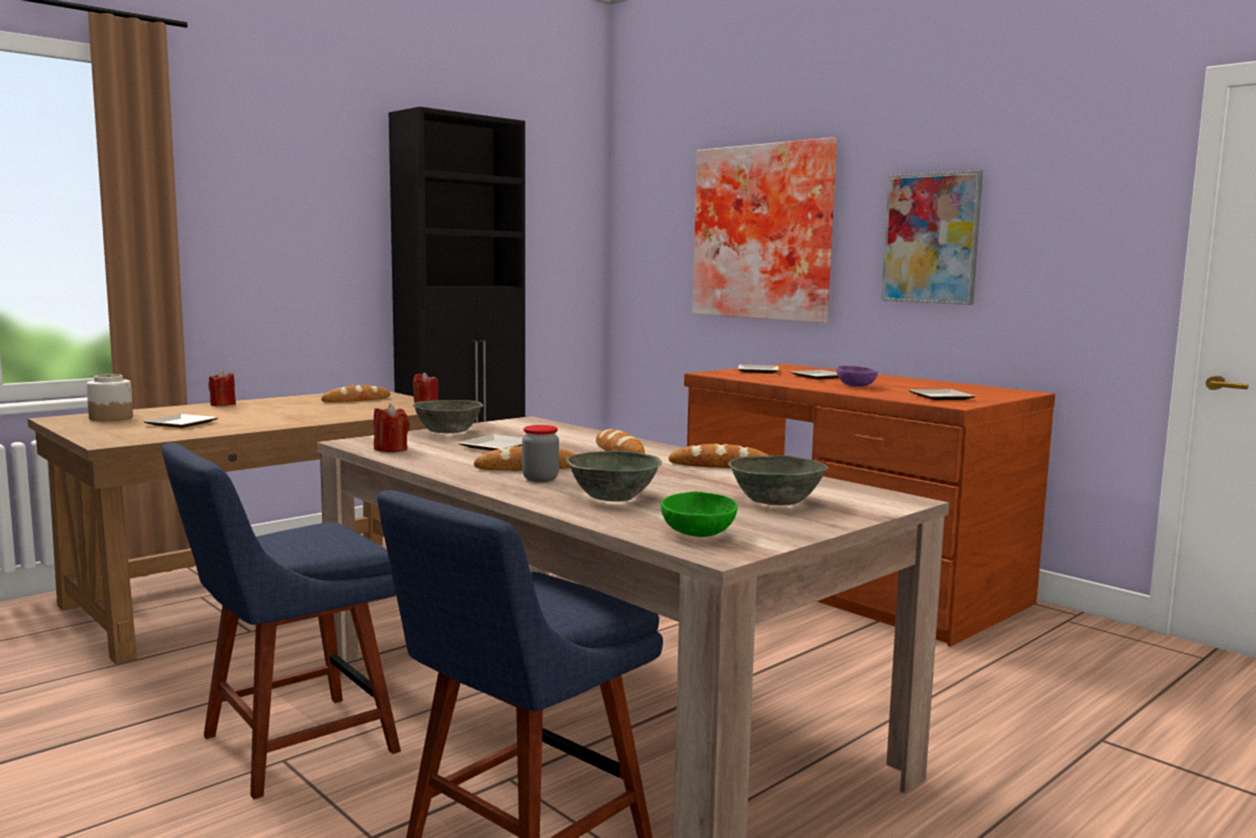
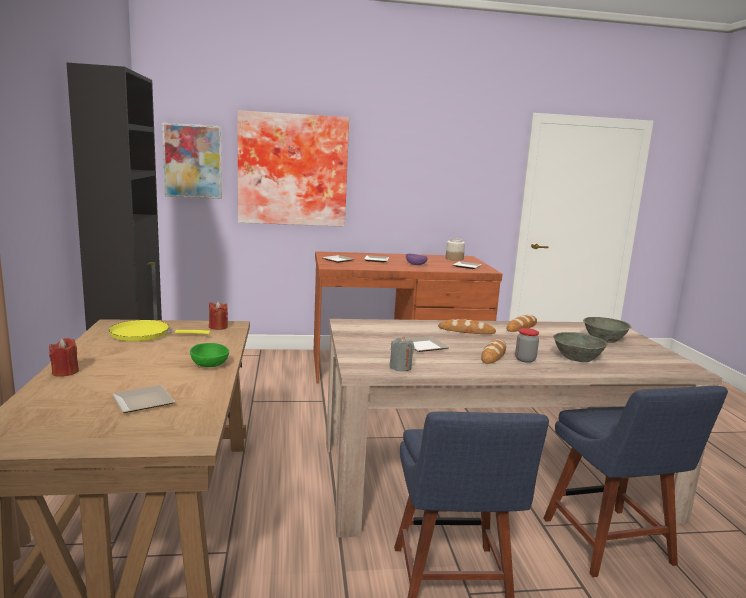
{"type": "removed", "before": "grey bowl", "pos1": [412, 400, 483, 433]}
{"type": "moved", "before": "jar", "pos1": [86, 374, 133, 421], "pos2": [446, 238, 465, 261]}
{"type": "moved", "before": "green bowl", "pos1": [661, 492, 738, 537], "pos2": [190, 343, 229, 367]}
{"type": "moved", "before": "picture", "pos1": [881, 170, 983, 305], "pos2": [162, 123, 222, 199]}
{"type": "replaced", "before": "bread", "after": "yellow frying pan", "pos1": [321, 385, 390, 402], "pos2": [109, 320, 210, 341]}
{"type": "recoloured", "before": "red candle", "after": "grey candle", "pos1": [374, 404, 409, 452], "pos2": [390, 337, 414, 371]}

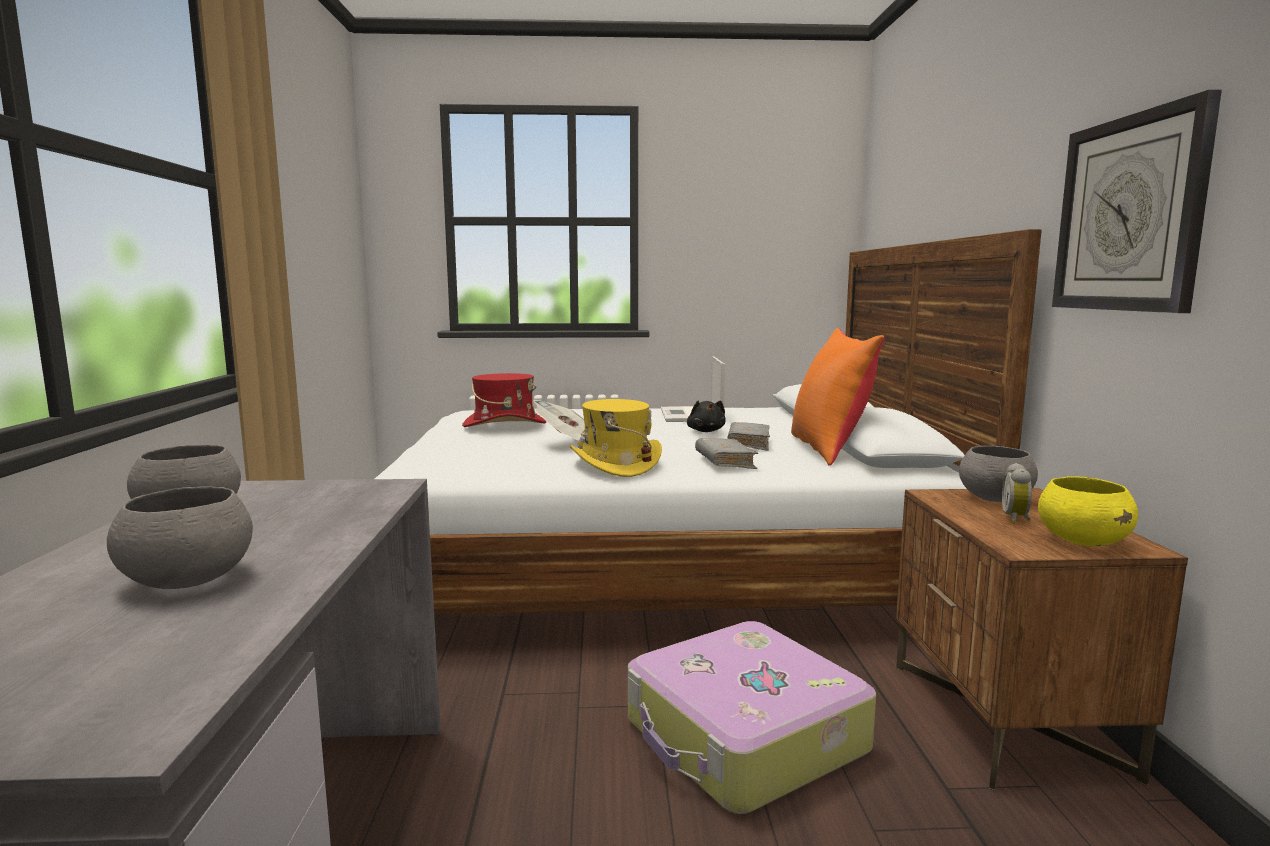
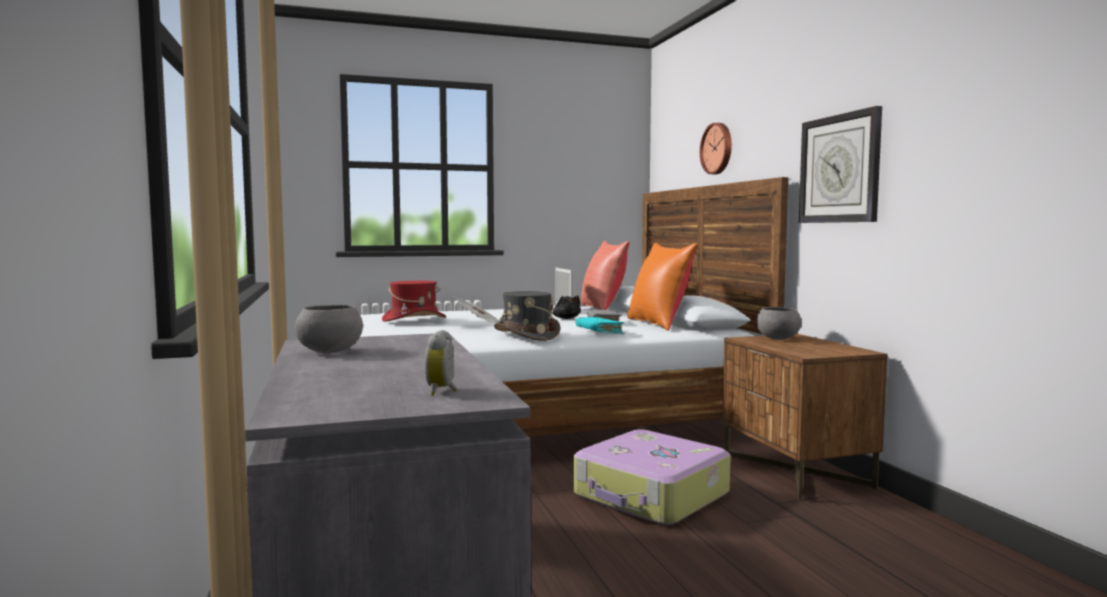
{"type": "removed", "before": "grey bowl", "pos1": [107, 486, 253, 589]}
{"type": "removed", "before": "yellow bowl", "pos1": [1038, 476, 1138, 546]}
{"type": "added", "after": "red pillow", "pos2": [581, 241, 630, 310]}
{"type": "added", "after": "wall clock", "pos2": [700, 123, 732, 174]}
{"type": "moved", "before": "alarm clock", "pos1": [1002, 463, 1032, 524], "pos2": [425, 330, 457, 396]}
{"type": "recoloured", "before": "yellow hat", "after": "grey hat", "pos1": [570, 399, 662, 477], "pos2": [494, 291, 561, 341]}
{"type": "recoloured", "before": "grey book", "after": "turquoise book", "pos1": [695, 438, 758, 469], "pos2": [576, 317, 625, 334]}

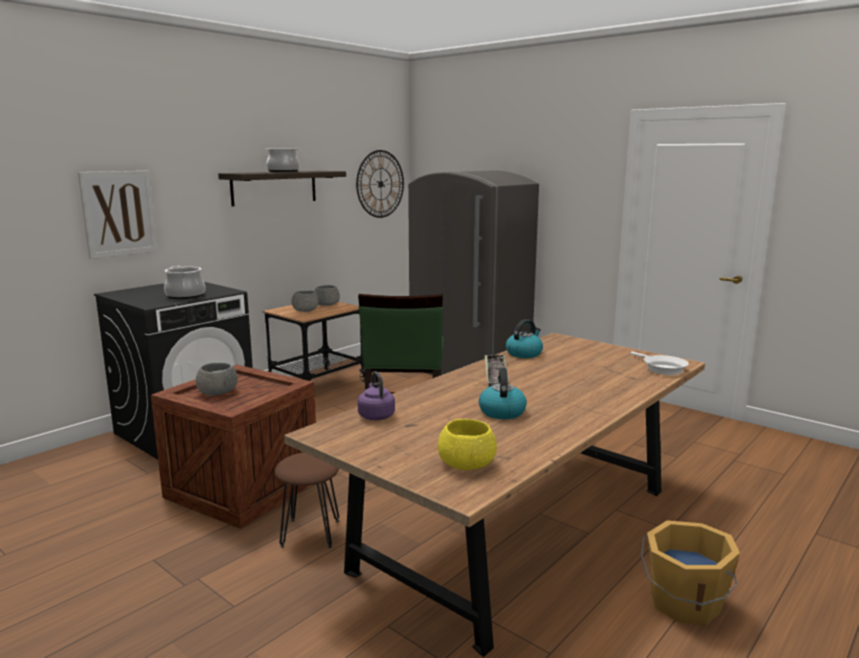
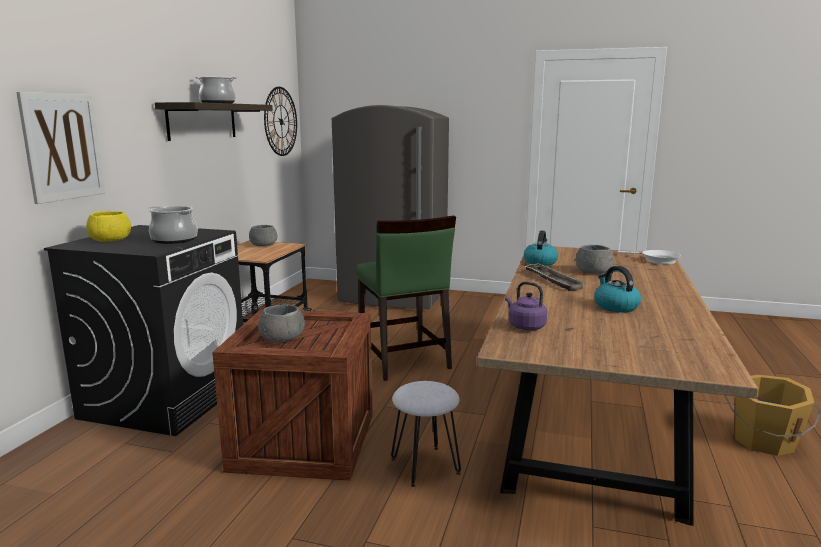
{"type": "moved", "before": "grey bowl", "pos1": [291, 290, 319, 312], "pos2": [575, 245, 614, 274]}
{"type": "moved", "before": "yellow bowl", "pos1": [438, 419, 497, 470], "pos2": [86, 211, 131, 242]}
{"type": "recoloured", "before": "brown stool", "after": "white stool", "pos1": [275, 453, 339, 548], "pos2": [391, 381, 461, 487]}

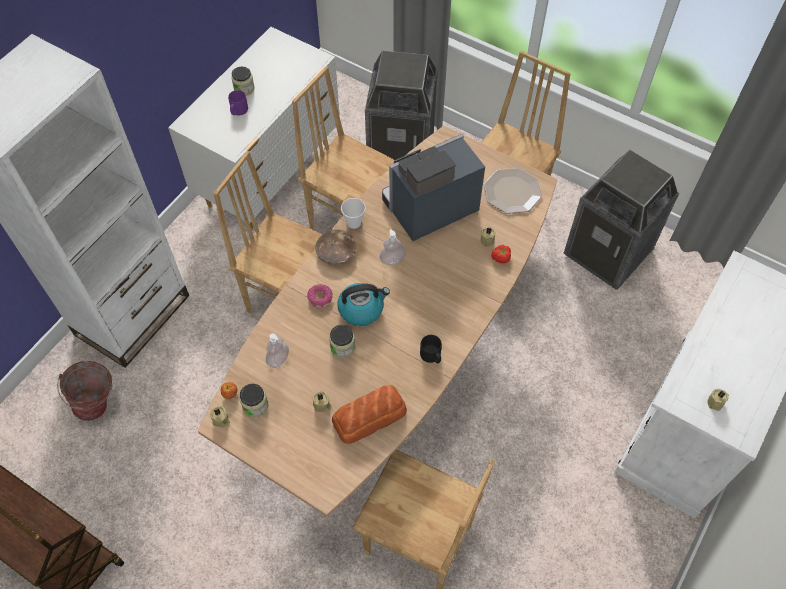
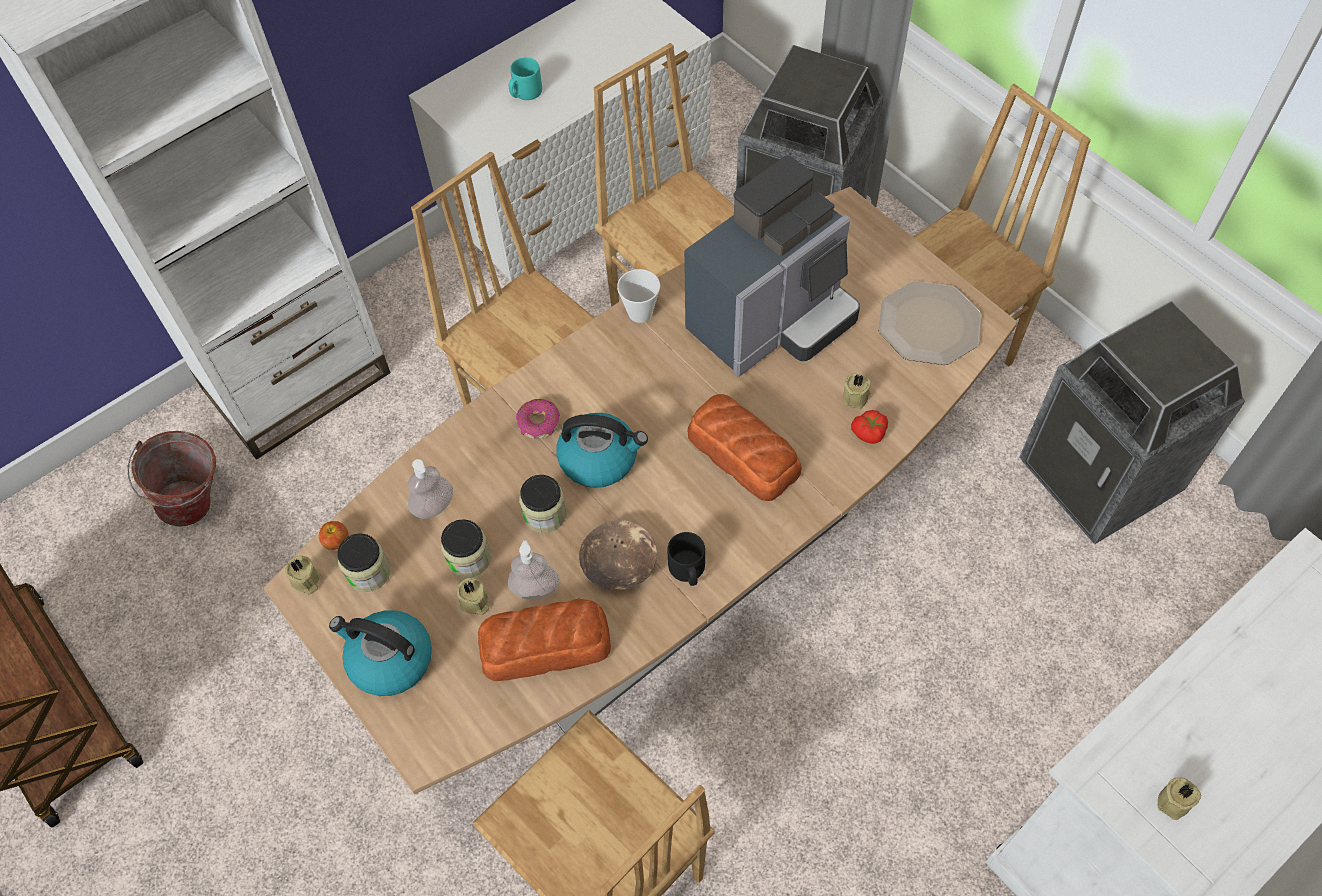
{"type": "added", "after": "kettle", "pos2": [329, 610, 432, 696]}
{"type": "added", "after": "bread", "pos2": [687, 394, 802, 501]}
{"type": "moved", "before": "jar", "pos1": [231, 67, 255, 96], "pos2": [441, 519, 491, 578]}
{"type": "moved", "before": "brown bowl", "pos1": [315, 230, 356, 264], "pos2": [579, 520, 657, 590]}
{"type": "moved", "before": "soap dispenser", "pos1": [379, 229, 406, 265], "pos2": [508, 540, 559, 600]}
{"type": "recoloured", "before": "purple mug", "after": "turquoise mug", "pos1": [228, 90, 248, 115], "pos2": [509, 57, 542, 100]}
{"type": "turned", "before": "coffee machine", "pos1": [382, 134, 485, 241], "pos2": [684, 155, 860, 377], "turn": 150}

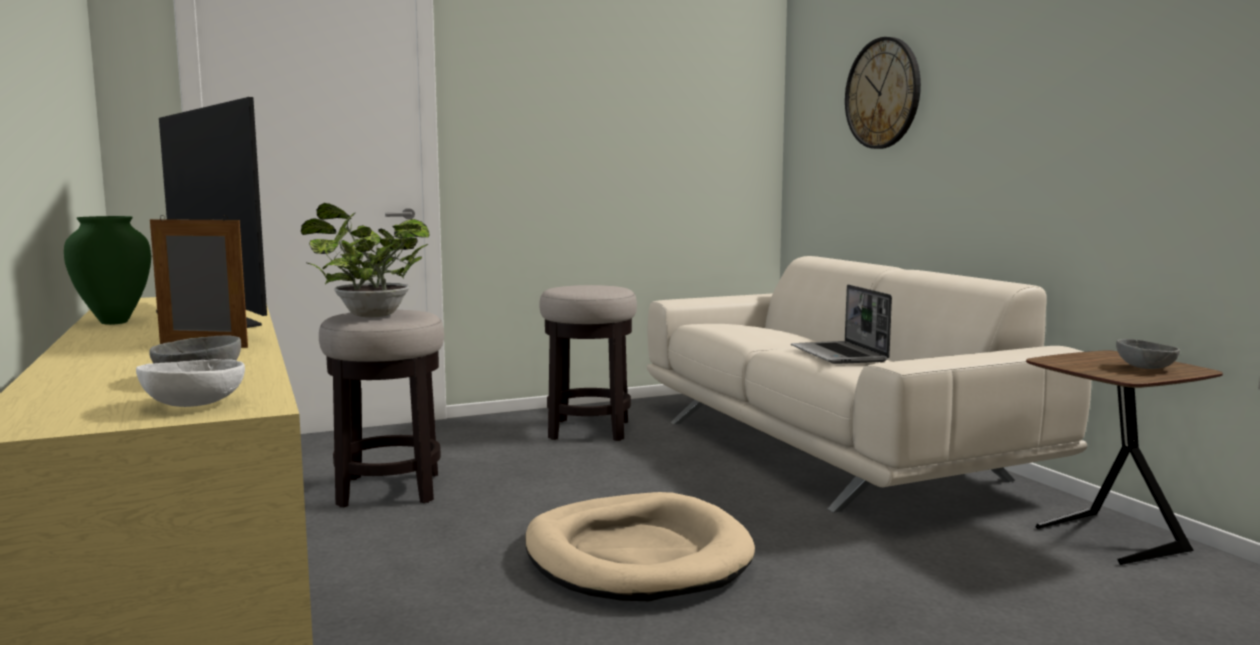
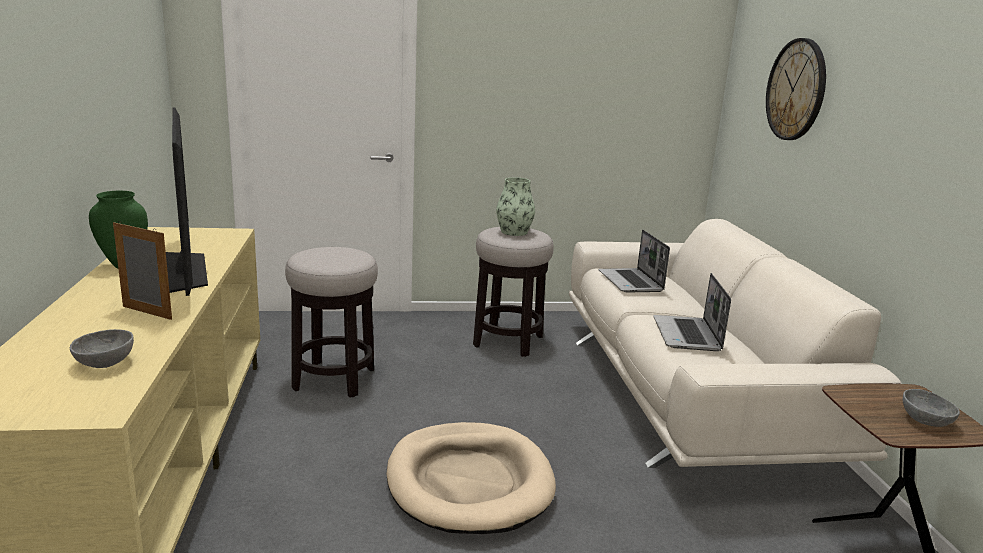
{"type": "removed", "before": "white bowl", "pos1": [136, 359, 245, 407]}
{"type": "removed", "before": "potted plant", "pos1": [301, 203, 429, 318]}
{"type": "added", "after": "vase", "pos2": [496, 177, 535, 236]}
{"type": "added", "after": "laptop", "pos2": [599, 230, 670, 293]}

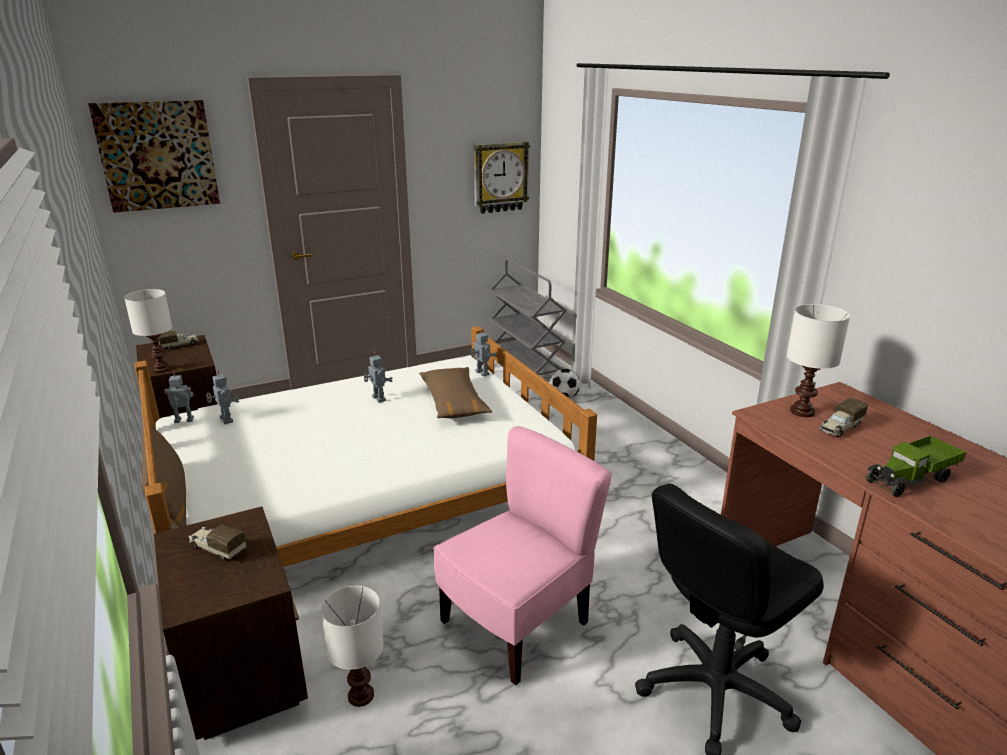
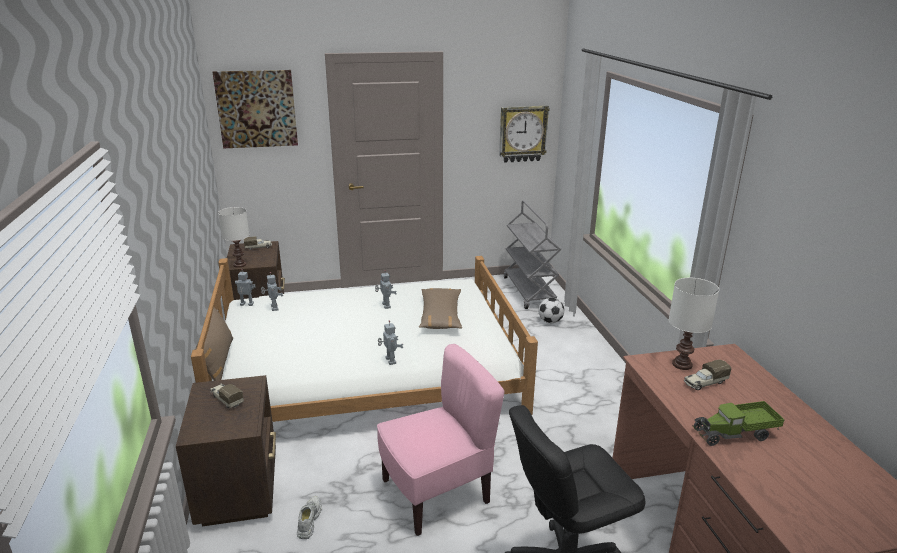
{"type": "moved", "before": "toy robot", "pos1": [471, 329, 497, 376], "pos2": [378, 320, 403, 365]}
{"type": "replaced", "before": "white table lamp", "after": "white shoe", "pos1": [321, 586, 384, 707], "pos2": [297, 496, 322, 539]}

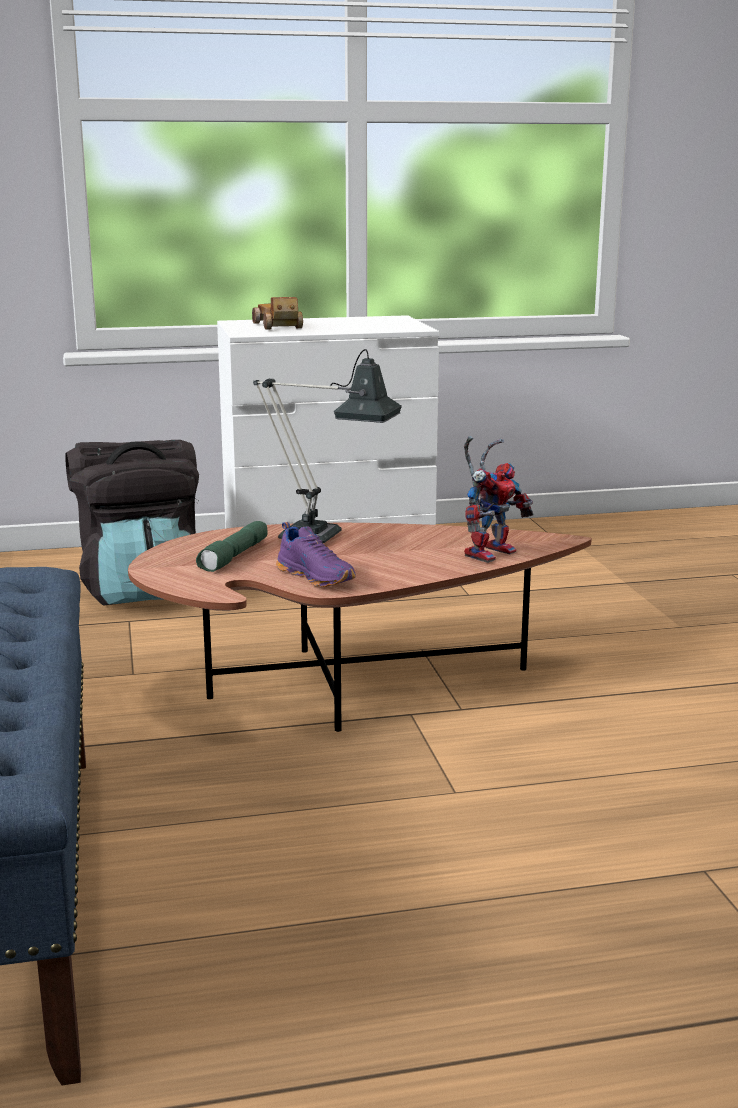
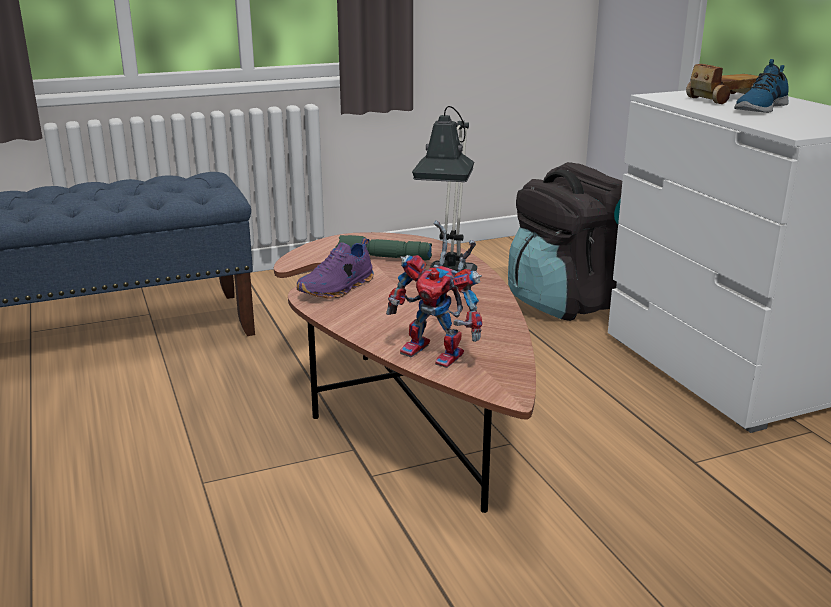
{"type": "added", "after": "shoe", "pos2": [734, 59, 789, 113]}

